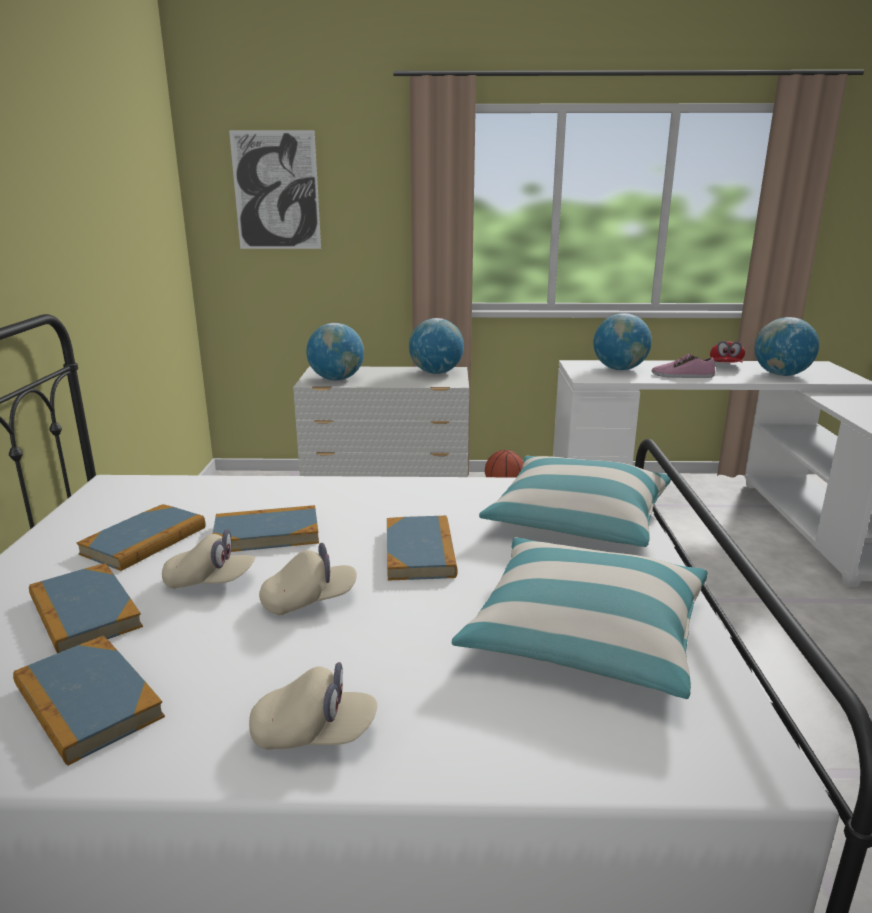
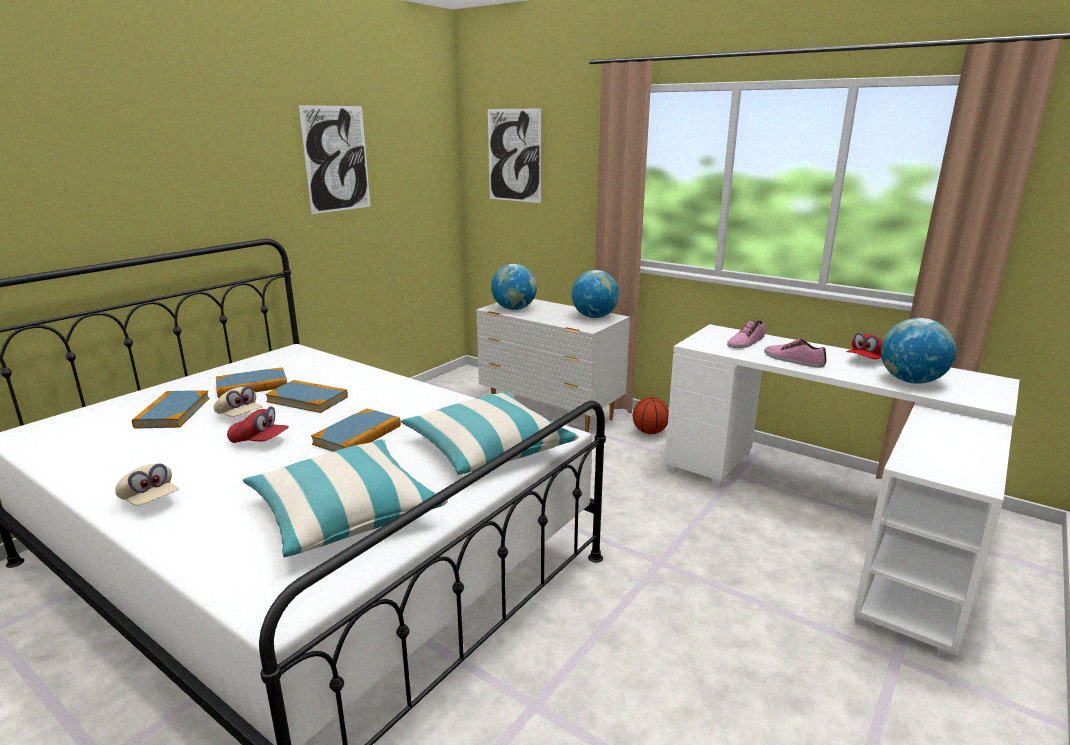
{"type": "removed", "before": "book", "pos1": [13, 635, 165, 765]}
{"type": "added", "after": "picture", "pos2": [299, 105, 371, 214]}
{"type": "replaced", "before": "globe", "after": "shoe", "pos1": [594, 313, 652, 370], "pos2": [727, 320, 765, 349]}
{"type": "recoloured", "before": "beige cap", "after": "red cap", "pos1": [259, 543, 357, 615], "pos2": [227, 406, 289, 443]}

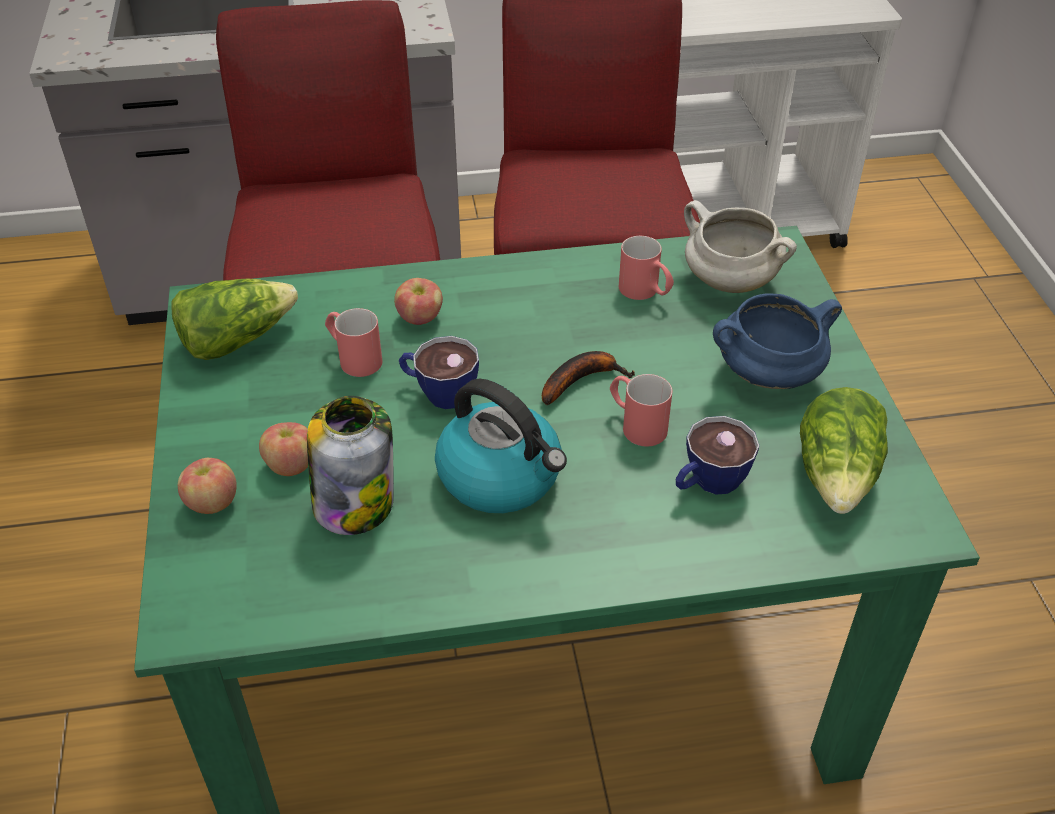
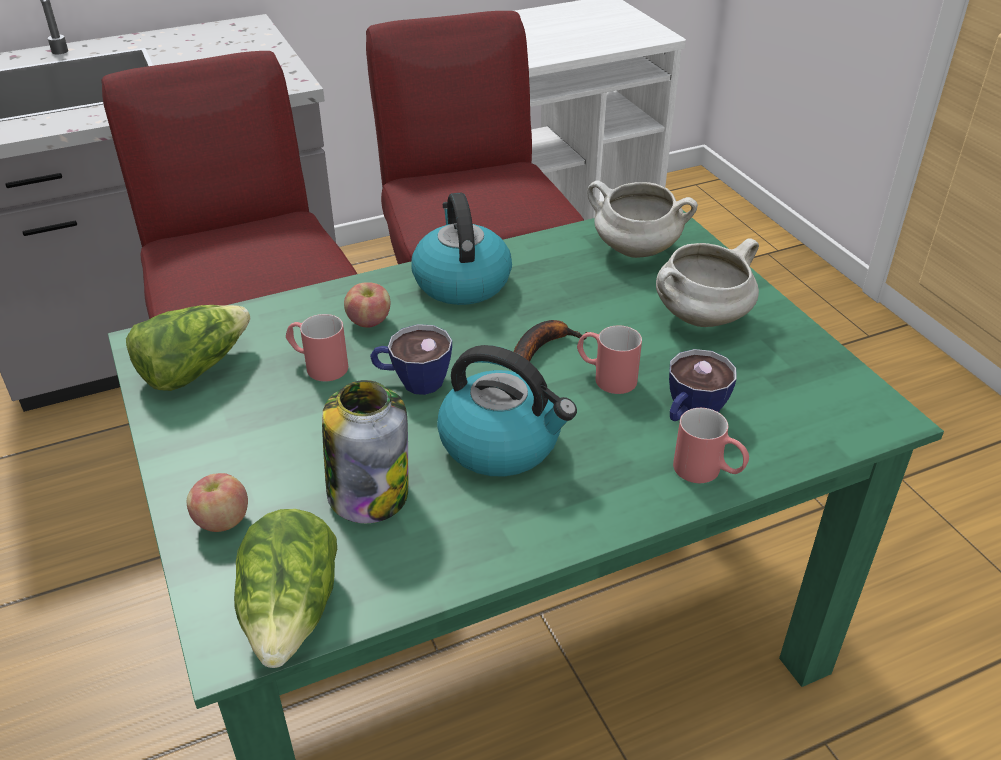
{"type": "removed", "before": "apple", "pos1": [259, 422, 308, 476]}
{"type": "added", "after": "kettle", "pos2": [411, 193, 512, 305]}
{"type": "moved", "before": "red mug", "pos1": [619, 236, 674, 300], "pos2": [673, 408, 749, 483]}
{"type": "moved", "before": "lettuce", "pos1": [800, 387, 888, 514], "pos2": [234, 509, 337, 668]}
{"type": "recoloured", "before": "blue cooking pot", "after": "white cooking pot", "pos1": [713, 293, 842, 389], "pos2": [656, 238, 759, 327]}

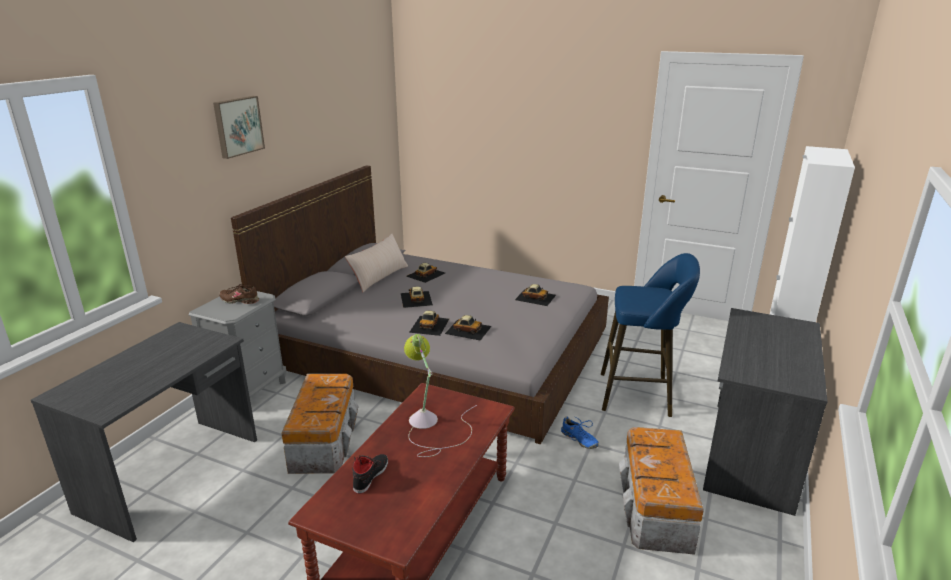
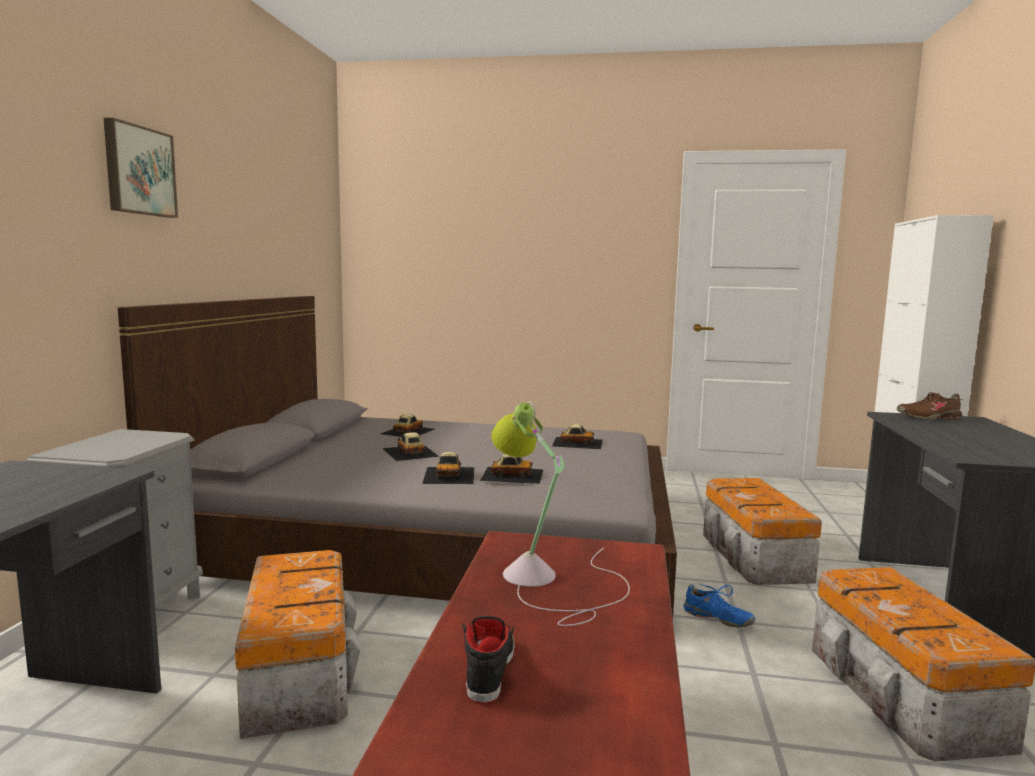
{"type": "removed", "before": "beige pillow", "pos1": [345, 234, 408, 292]}
{"type": "moved", "before": "brown shoe", "pos1": [219, 284, 259, 304], "pos2": [897, 392, 963, 419]}
{"type": "replaced", "before": "blue stool", "after": "storage box", "pos1": [601, 253, 700, 417], "pos2": [703, 478, 822, 585]}

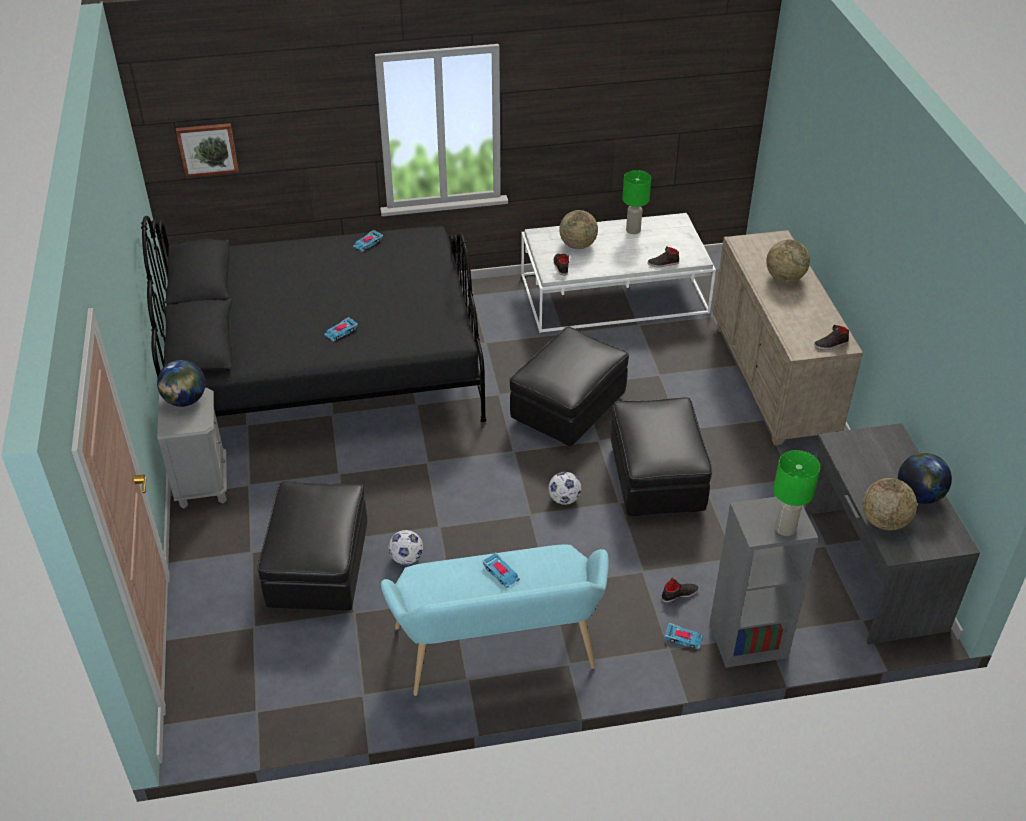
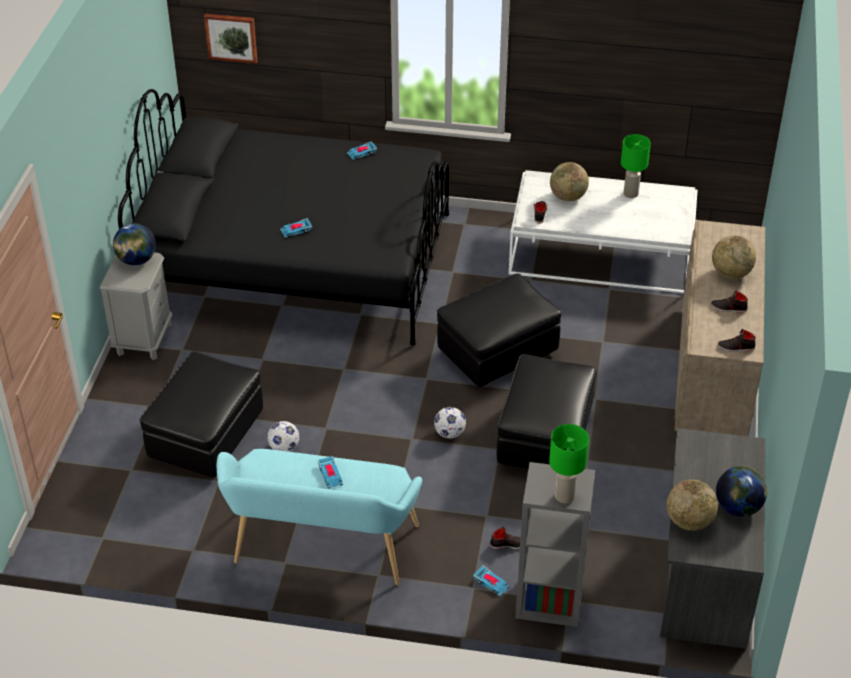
{"type": "moved", "before": "black shoe", "pos1": [648, 246, 679, 267], "pos2": [711, 290, 748, 313]}

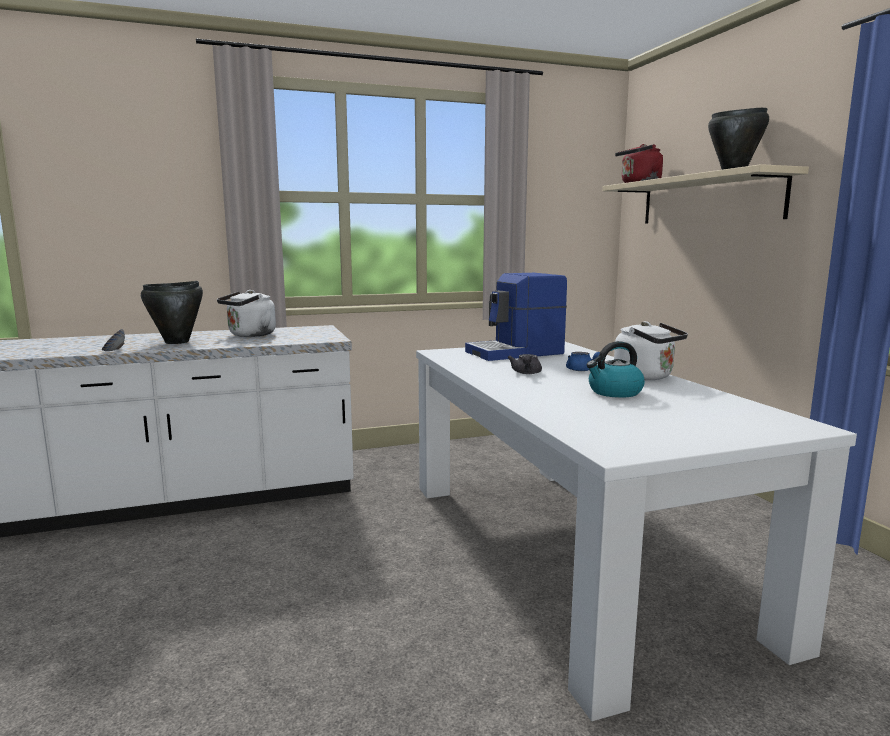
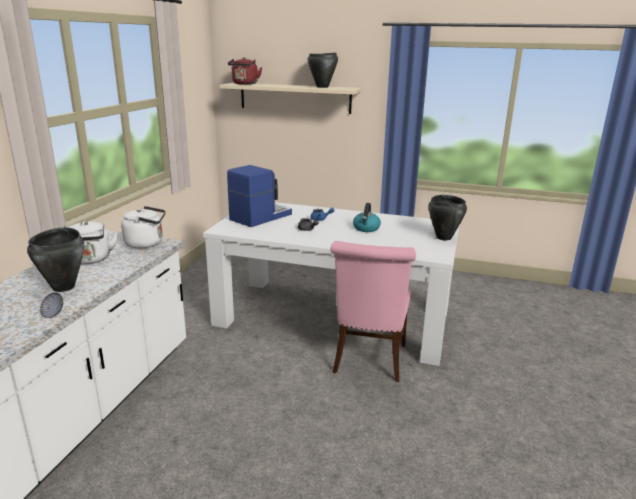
{"type": "added", "after": "pink chair", "pos2": [330, 241, 416, 382]}
{"type": "added", "after": "black cooking pot", "pos2": [428, 195, 467, 240]}
{"type": "moved", "before": "white kettle", "pos1": [614, 321, 688, 380], "pos2": [121, 206, 166, 249]}
{"type": "turned", "before": "coffee machine", "pos1": [465, 273, 567, 361], "pos2": [227, 165, 292, 227], "turn": -150}

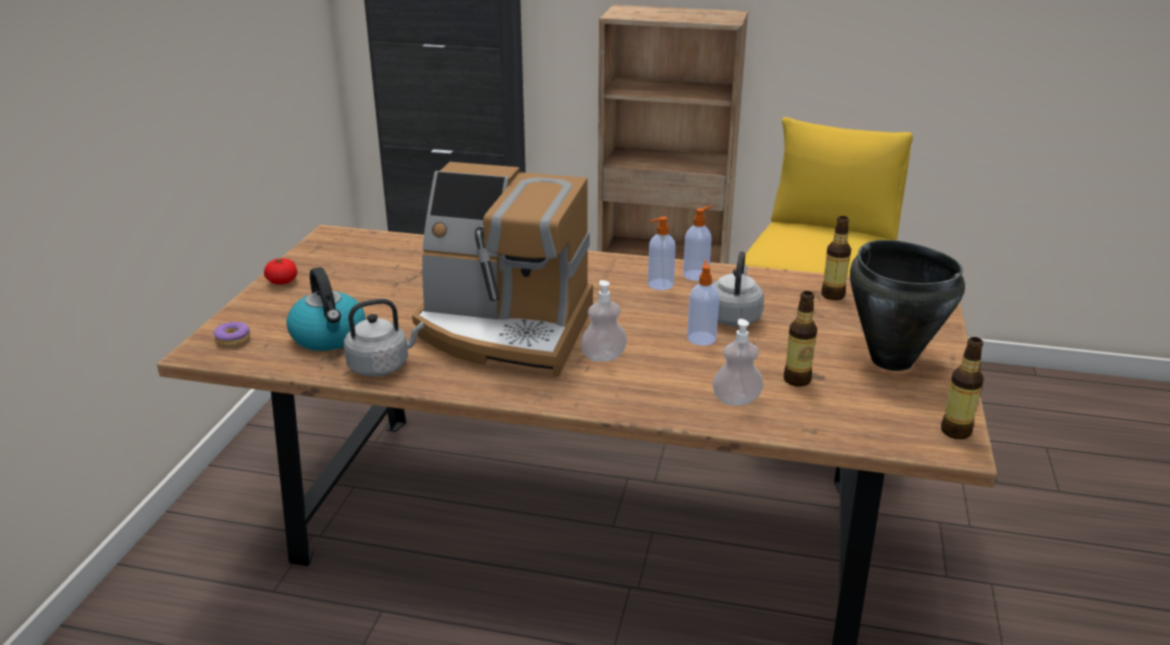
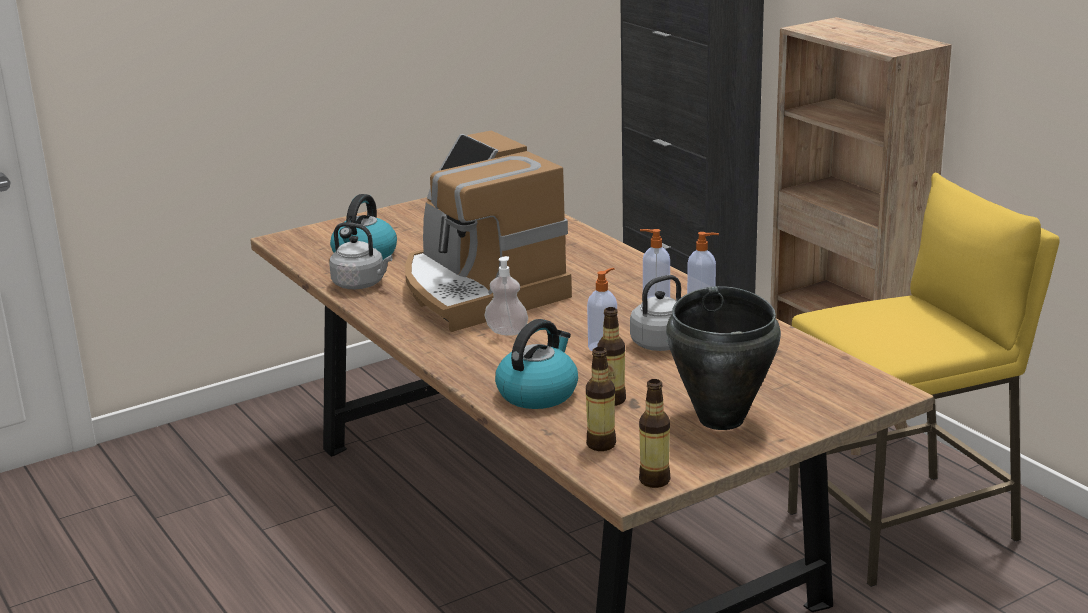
{"type": "removed", "before": "donut", "pos1": [213, 321, 250, 346]}
{"type": "removed", "before": "tomato", "pos1": [264, 258, 297, 284]}
{"type": "moved", "before": "bottle", "pos1": [821, 216, 851, 300], "pos2": [586, 347, 616, 451]}
{"type": "replaced", "before": "soap dispenser", "after": "kettle", "pos1": [712, 319, 764, 406], "pos2": [495, 319, 578, 409]}

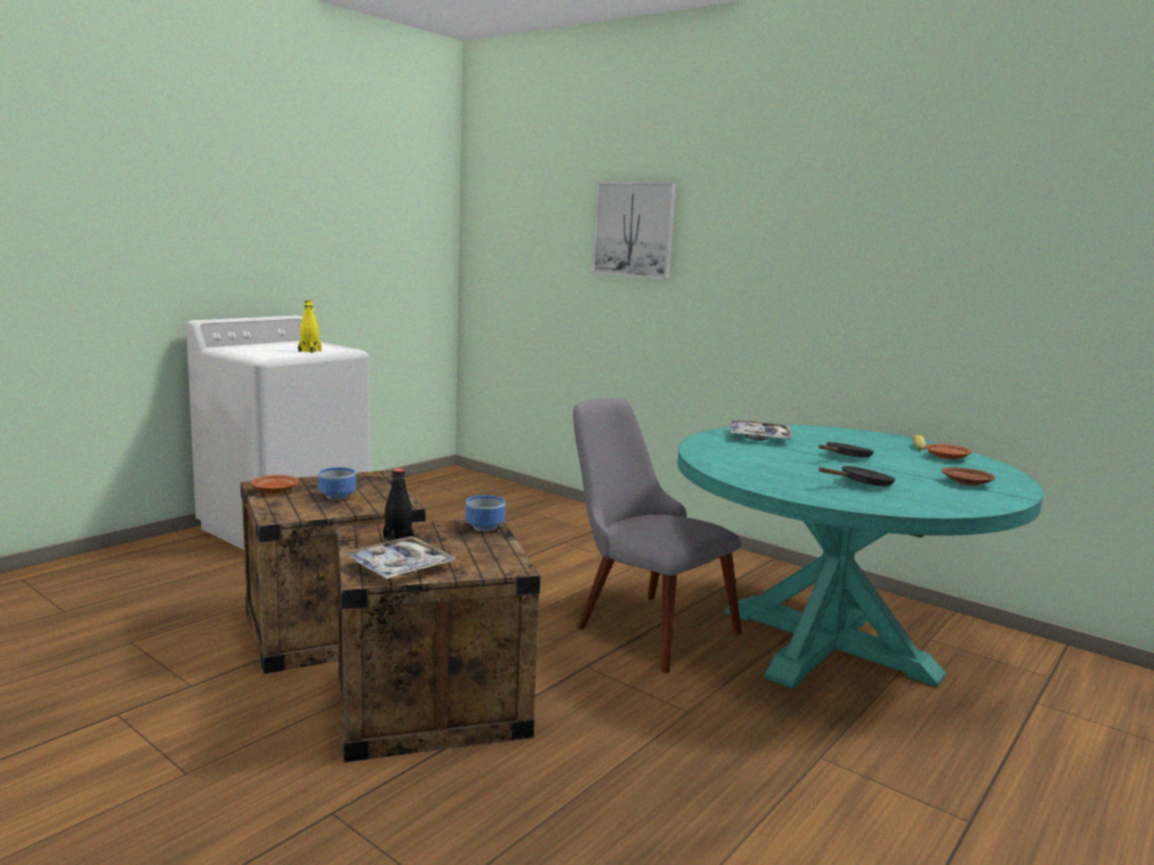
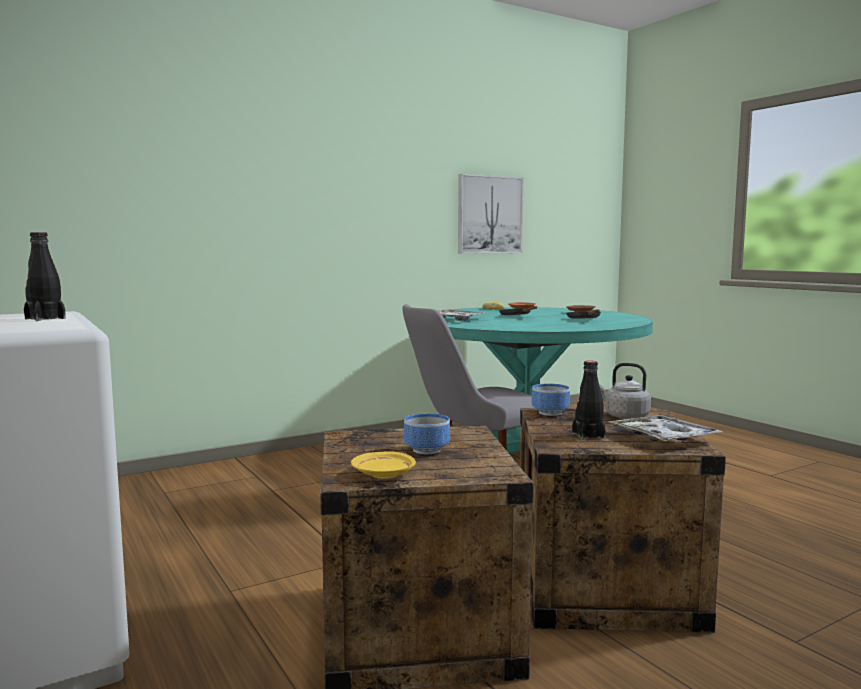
{"type": "added", "after": "grey kettle", "pos2": [599, 363, 651, 419]}
{"type": "moved", "before": "picture", "pos1": [592, 182, 676, 279], "pos2": [458, 174, 524, 253]}
{"type": "recoloured", "before": "brown plate", "after": "yellow plate", "pos1": [251, 475, 299, 494], "pos2": [351, 451, 416, 479]}
{"type": "recoloured", "before": "yellow bottle", "after": "black bottle", "pos1": [298, 300, 322, 353], "pos2": [24, 232, 66, 321]}

